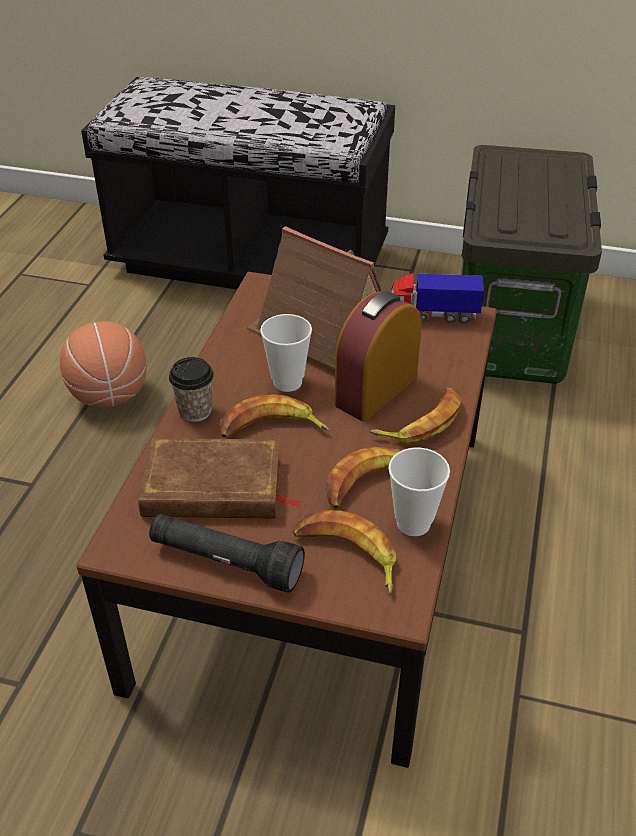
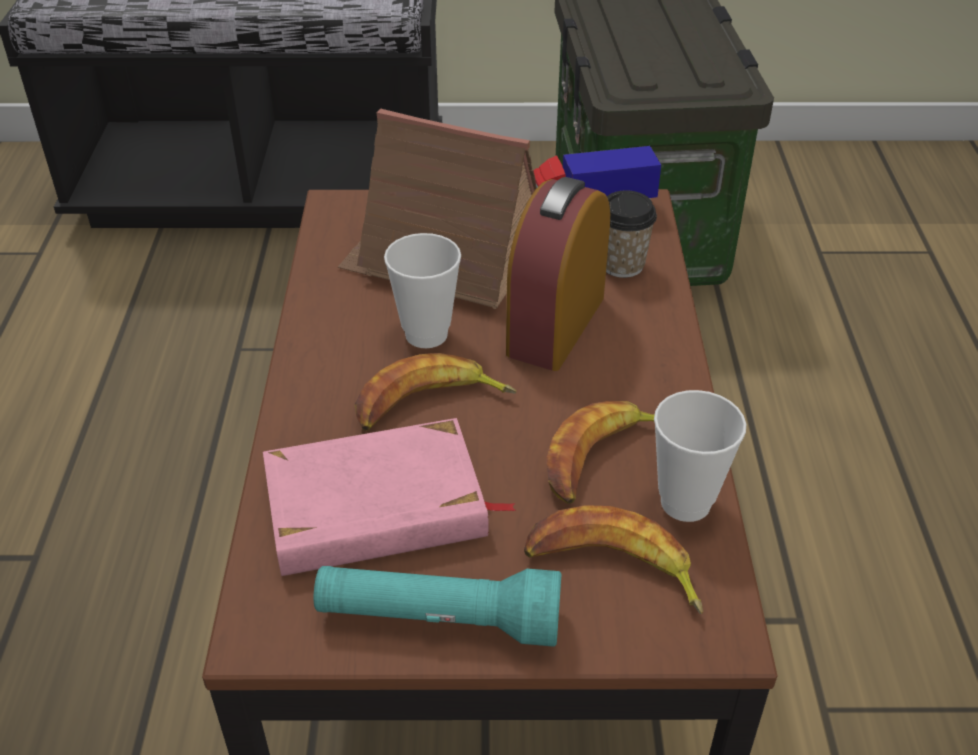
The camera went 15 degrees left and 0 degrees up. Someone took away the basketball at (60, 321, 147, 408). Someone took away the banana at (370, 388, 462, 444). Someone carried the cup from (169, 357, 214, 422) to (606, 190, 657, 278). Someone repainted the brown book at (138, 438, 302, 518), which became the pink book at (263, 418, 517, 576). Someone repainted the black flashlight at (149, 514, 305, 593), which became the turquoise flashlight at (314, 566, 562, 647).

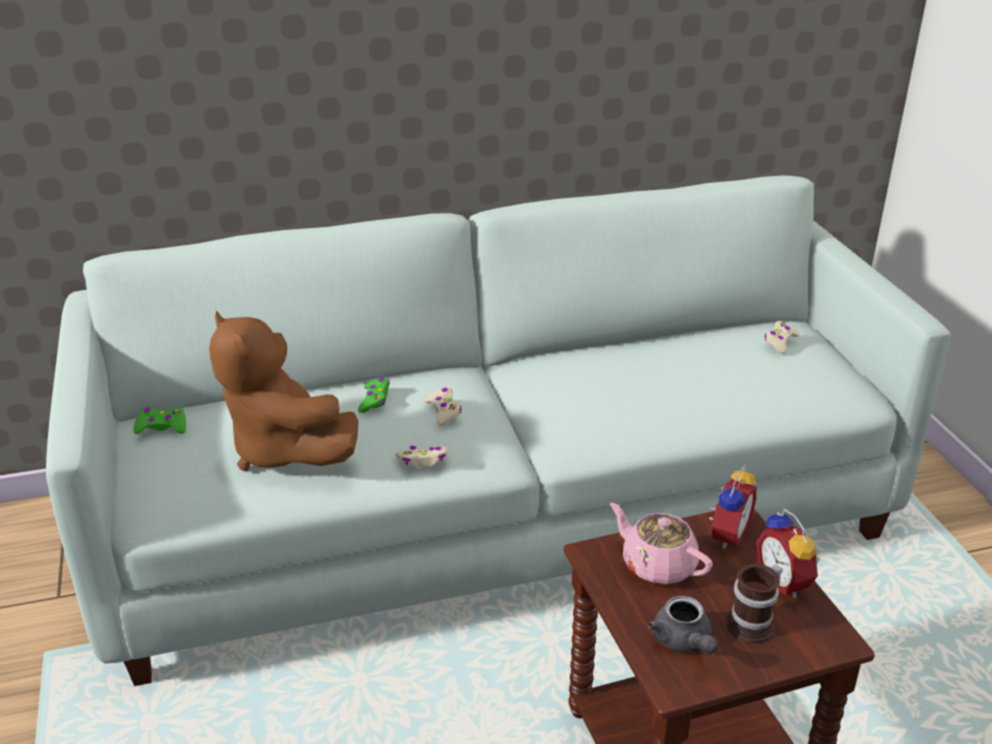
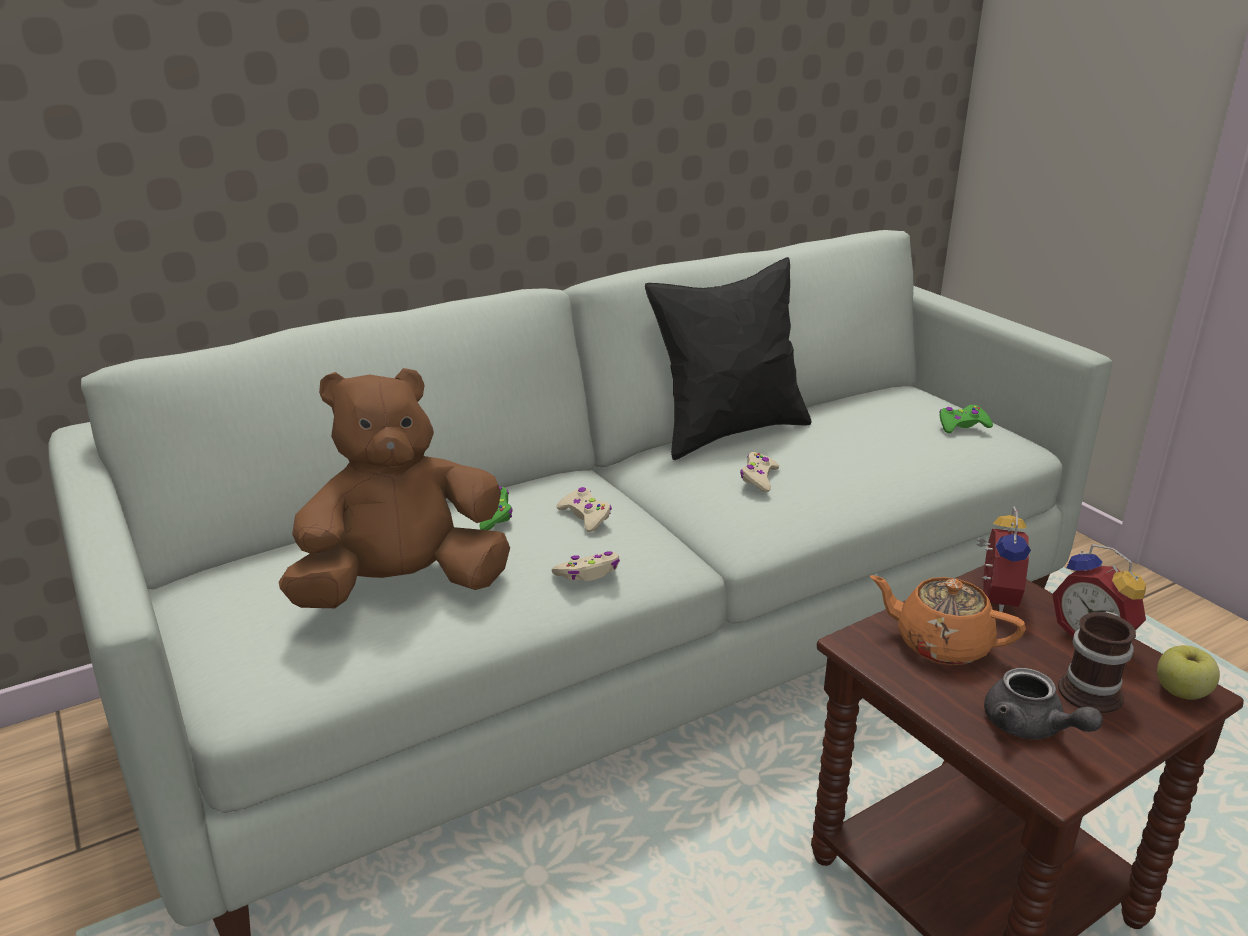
The camera went 15 degrees left and 5 degrees down. Someone put down the black pillow at (645, 257, 812, 460). Someone put down the apple at (1157, 645, 1220, 700). Someone carried the green game controller from (133, 408, 186, 434) to (940, 405, 993, 433). Someone carried the beige game controller from (764, 321, 799, 354) to (740, 452, 779, 492). Someone repainted the pink teapot at (610, 503, 713, 585), which became the orange teapot at (870, 575, 1026, 665). Someone rotated the brown plush toy at (209, 311, 359, 471) by 120 degrees clockwise.

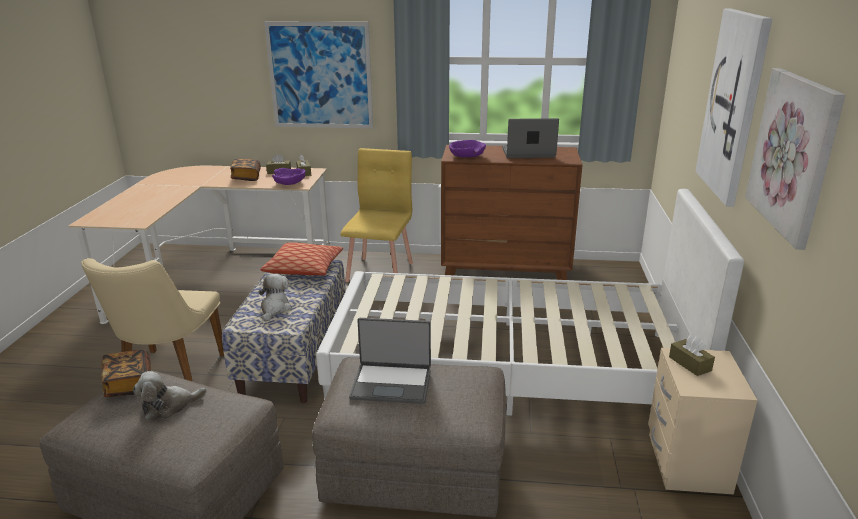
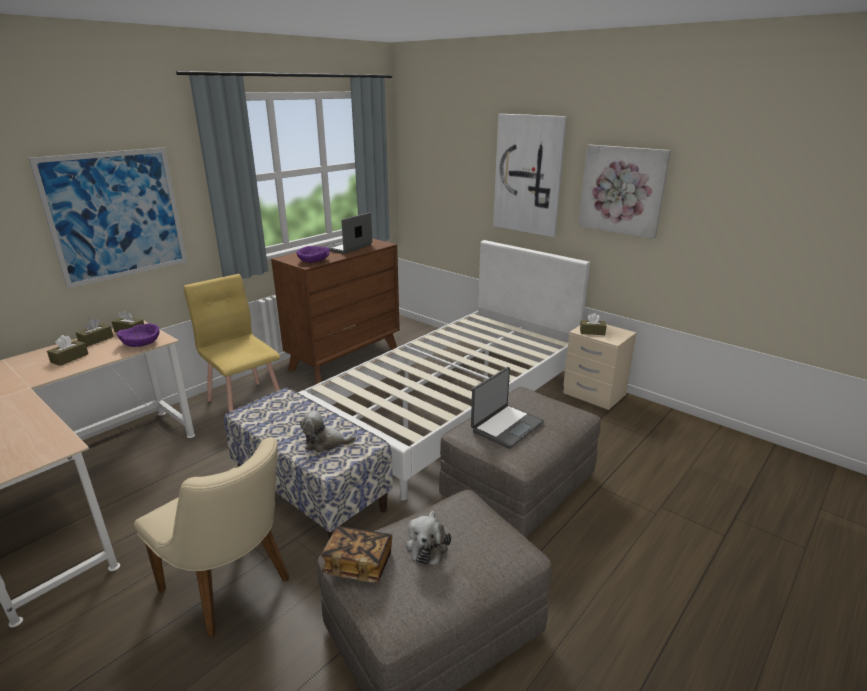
The camera went 55 degrees left and 0 degrees up. Someone took away the pillow at (260, 242, 343, 275). Someone swapped the book at (230, 159, 261, 181) for the brown tissue box at (47, 335, 88, 366). Someone rotated the plush toy at (259, 274, 292, 322) by 45 degrees counterclockwise.

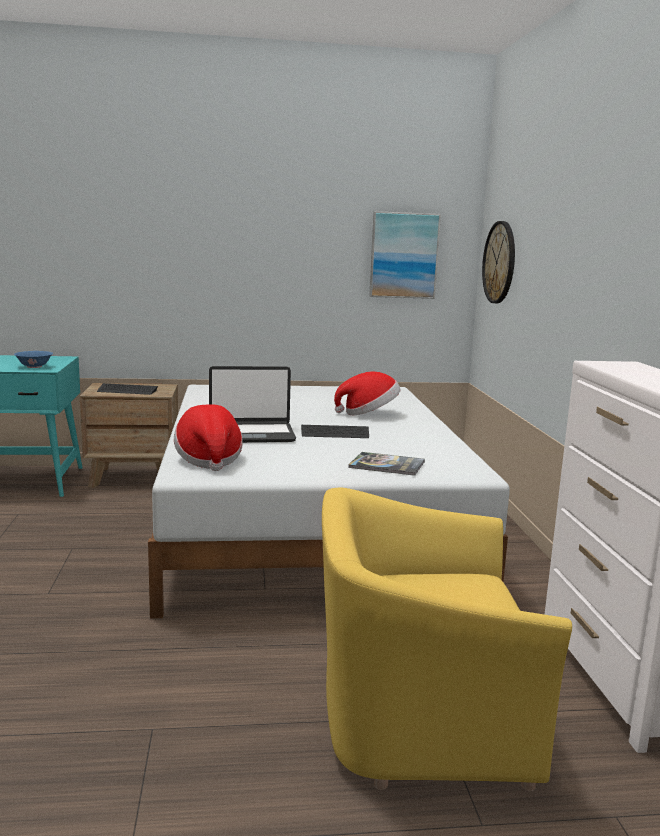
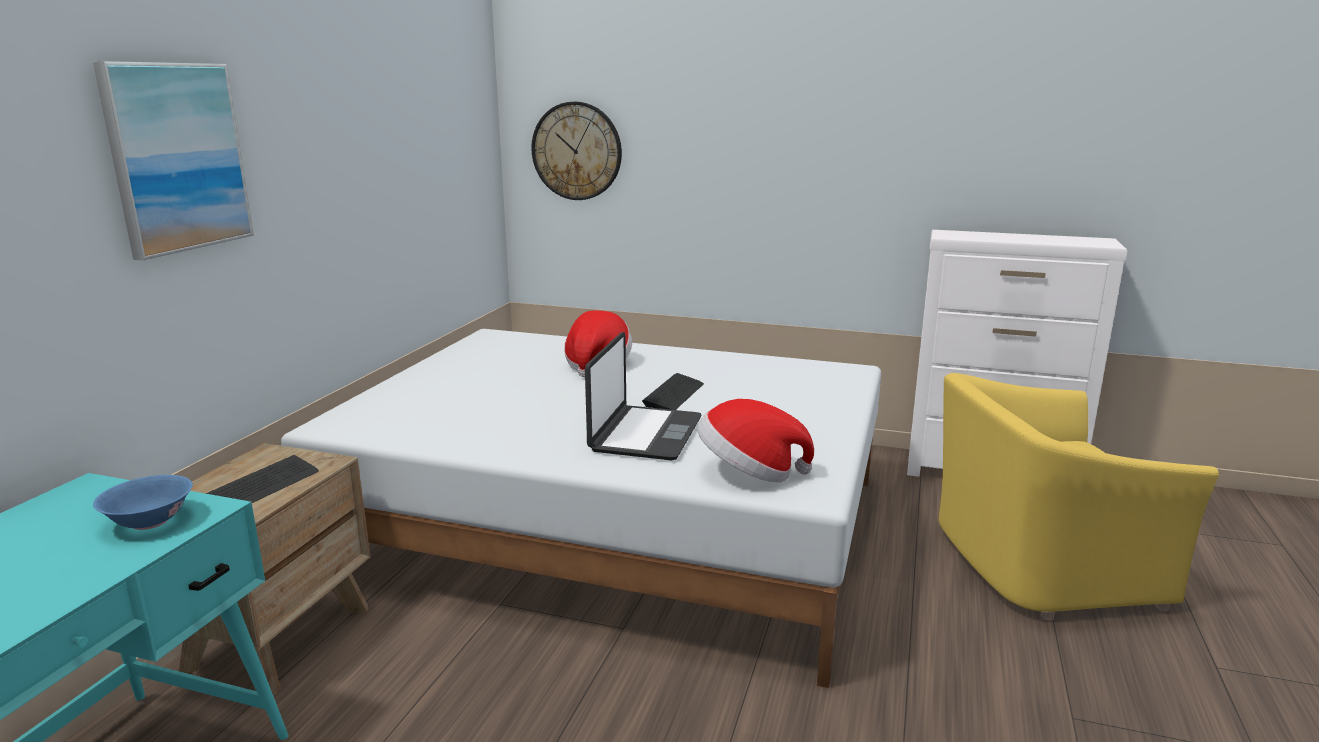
The camera went 65 degrees left and 5 degrees up. Someone took away the book at (349, 452, 425, 476). Someone carried the picture from (369, 211, 441, 299) to (93, 61, 254, 260). Someone rotated the yellow armchair at (322, 488, 572, 791) by 60 degrees clockwise.

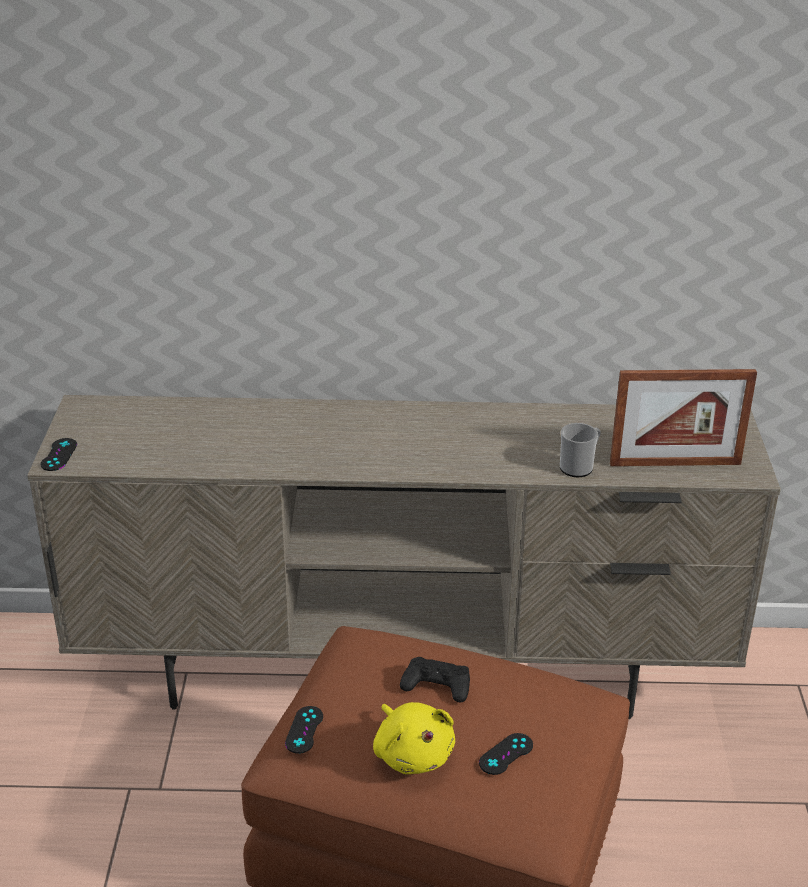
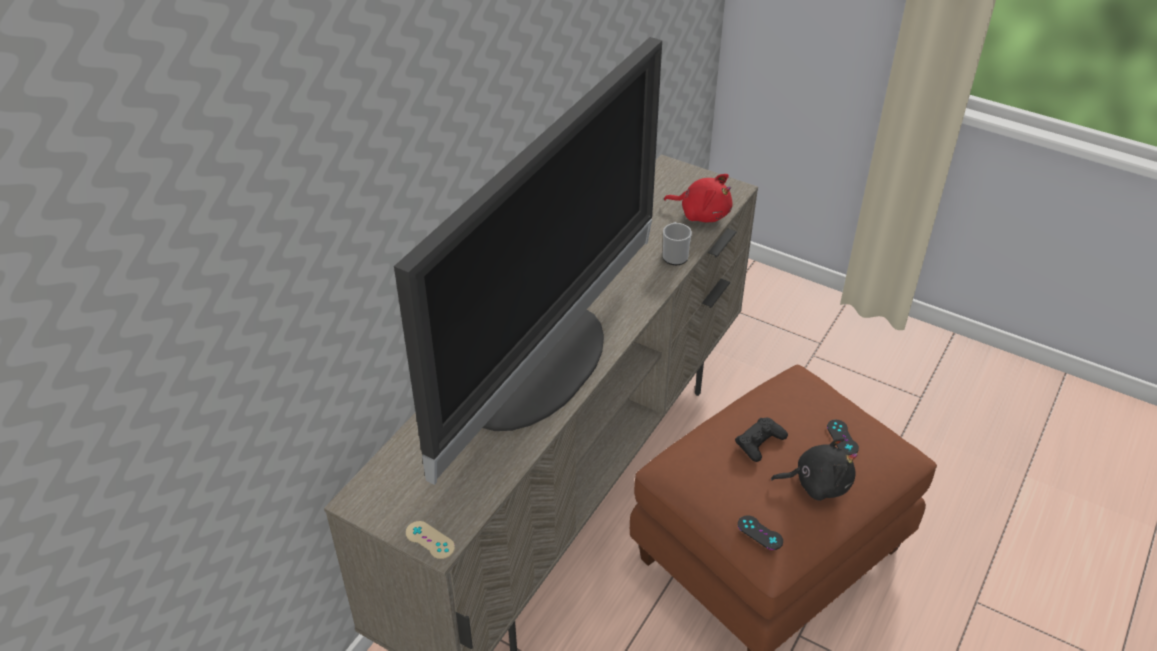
The camera went 60 degrees left and 10 degrees up. Someone put down the television at (394, 37, 662, 485). Someone swapped the picture frame at (610, 369, 757, 466) for the red plush toy at (664, 174, 732, 222). Someone repainted the black game controller at (41, 438, 77, 471), which became the beige game controller at (406, 521, 455, 559). Someone repainted the yellow plush toy at (373, 702, 455, 774), which became the black plush toy at (771, 437, 858, 501).

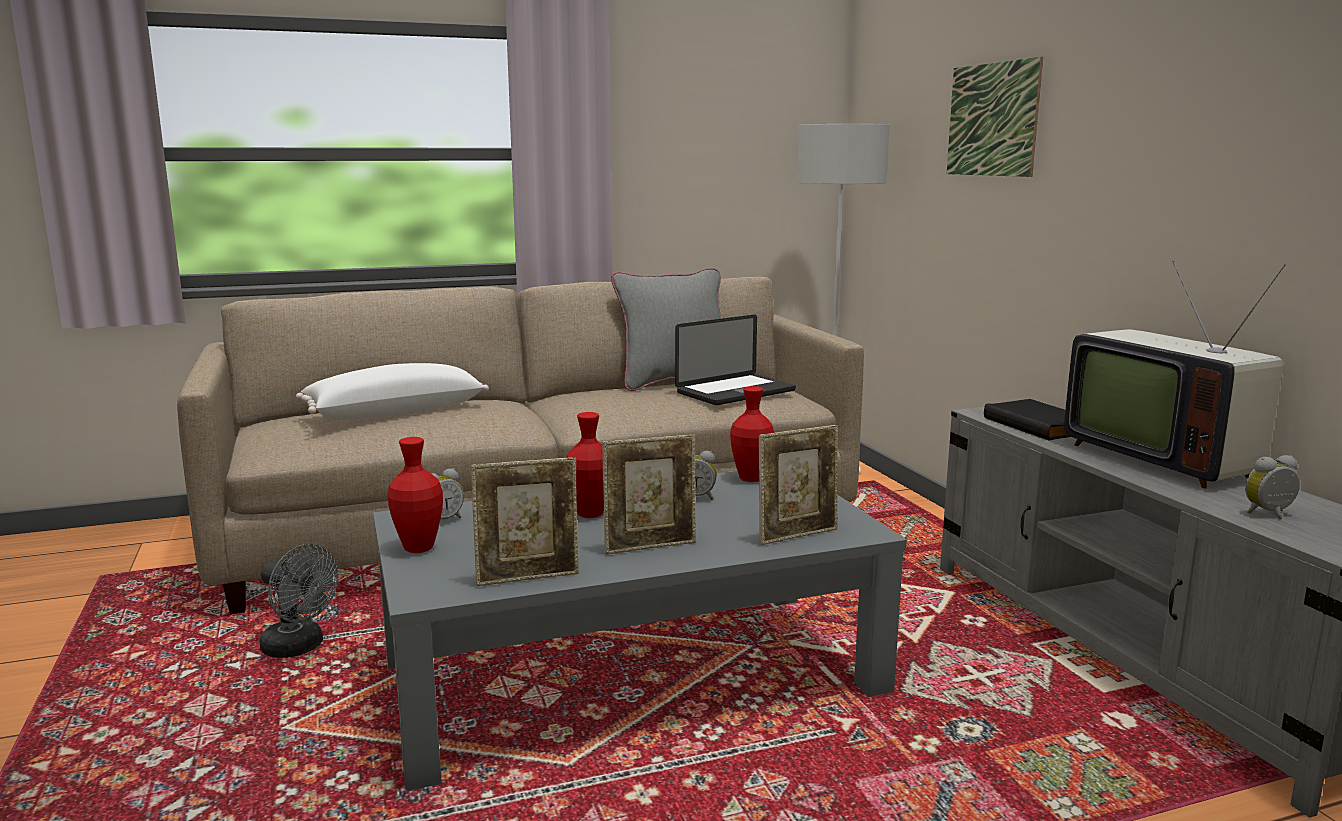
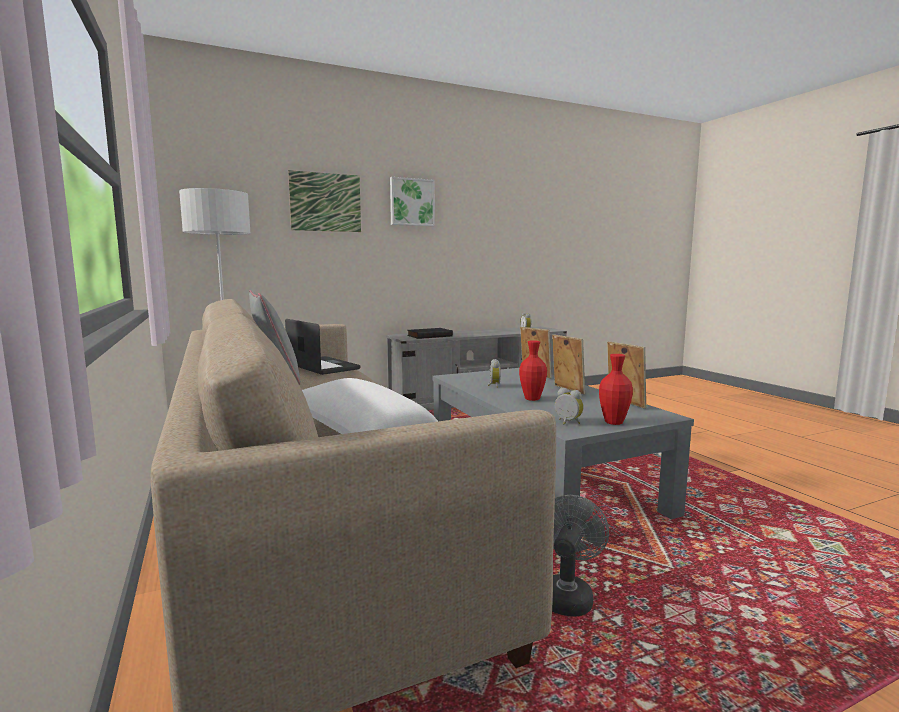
The camera went 95 degrees left and 5 degrees down. Someone took away the red vase at (730, 386, 774, 482). Someone took away the television at (1064, 260, 1286, 488). Someone put up the picture at (390, 177, 435, 226).

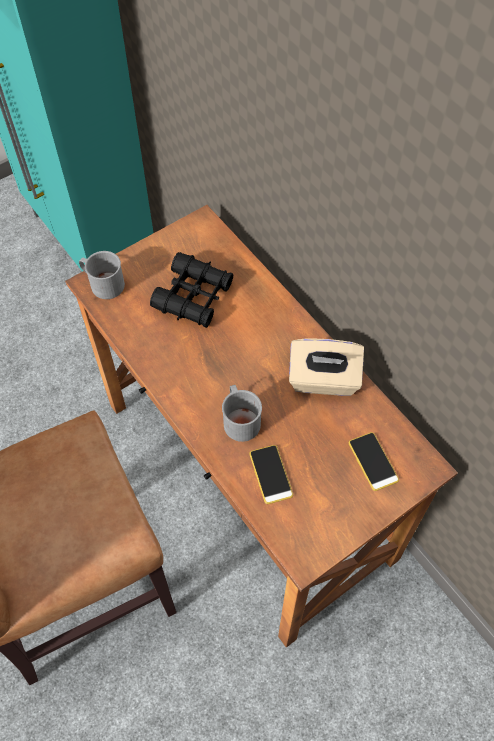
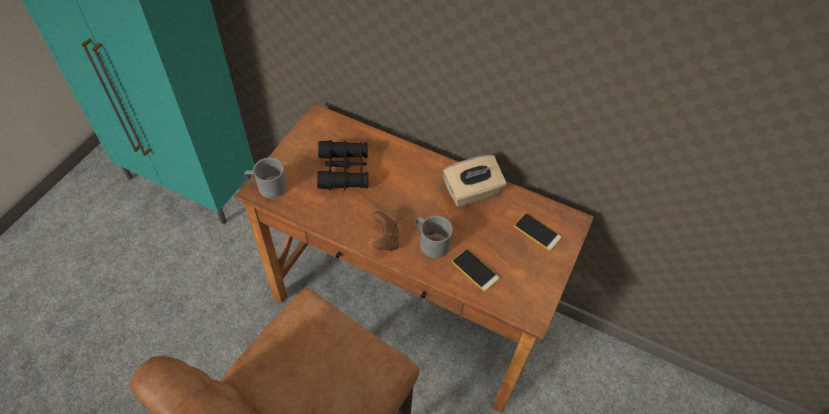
The camera went 30 degrees left and 5 degrees down. Someone put down the brown game controller at (371, 211, 399, 251).

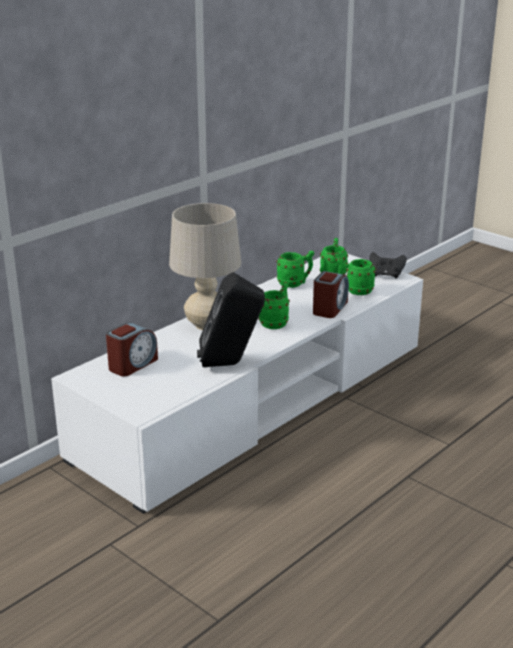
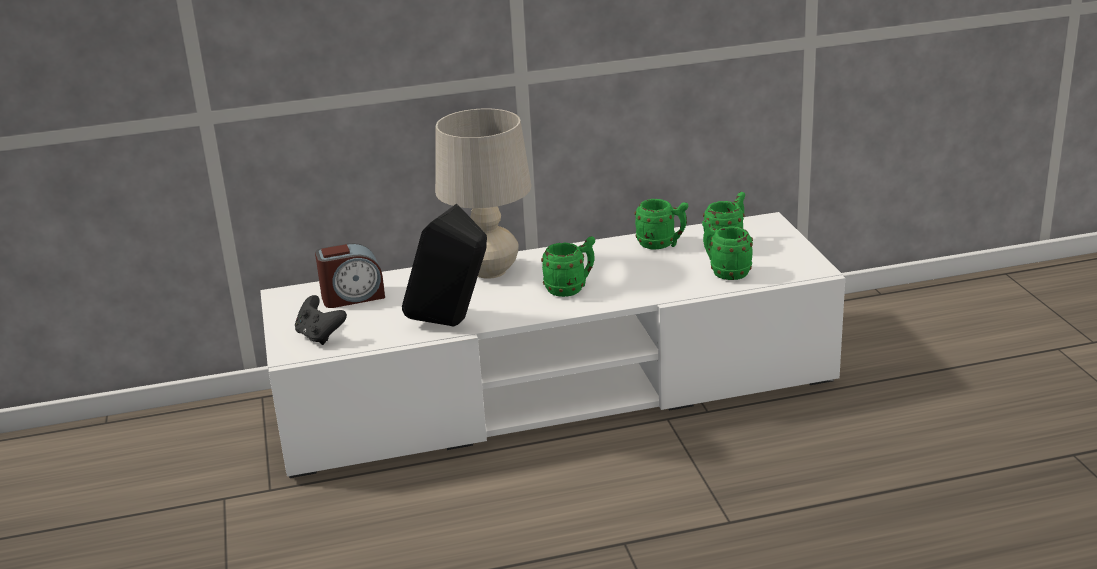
The camera went 35 degrees right and 0 degrees up. Someone took away the alarm clock at (313, 271, 349, 318). Someone carried the black game controller from (369, 252, 407, 279) to (295, 295, 347, 345).

